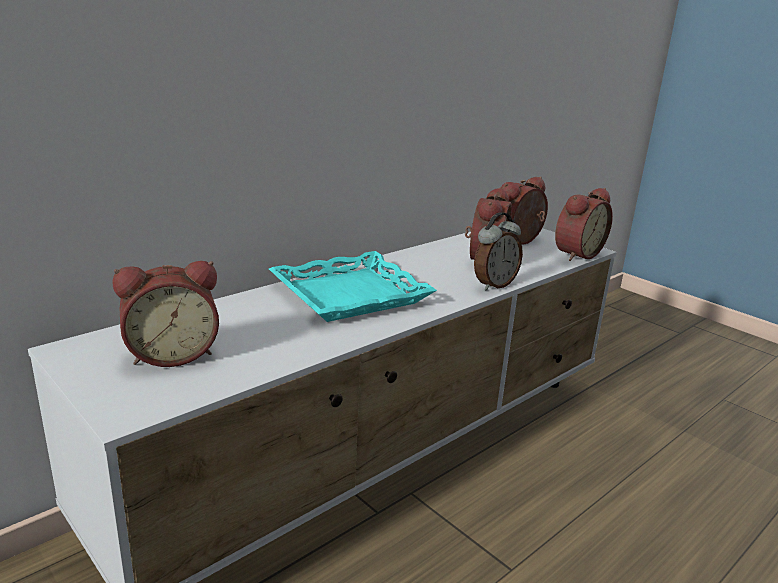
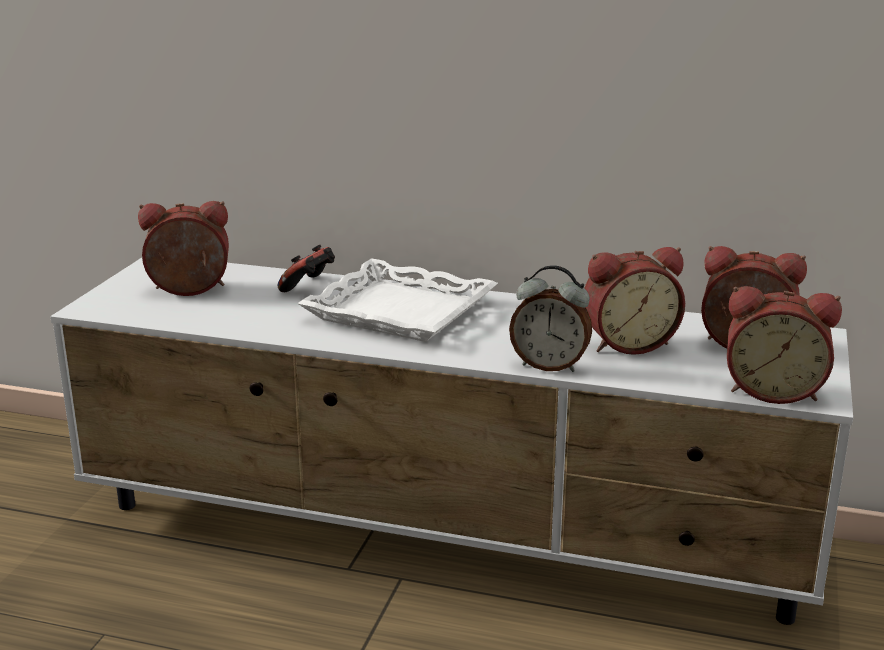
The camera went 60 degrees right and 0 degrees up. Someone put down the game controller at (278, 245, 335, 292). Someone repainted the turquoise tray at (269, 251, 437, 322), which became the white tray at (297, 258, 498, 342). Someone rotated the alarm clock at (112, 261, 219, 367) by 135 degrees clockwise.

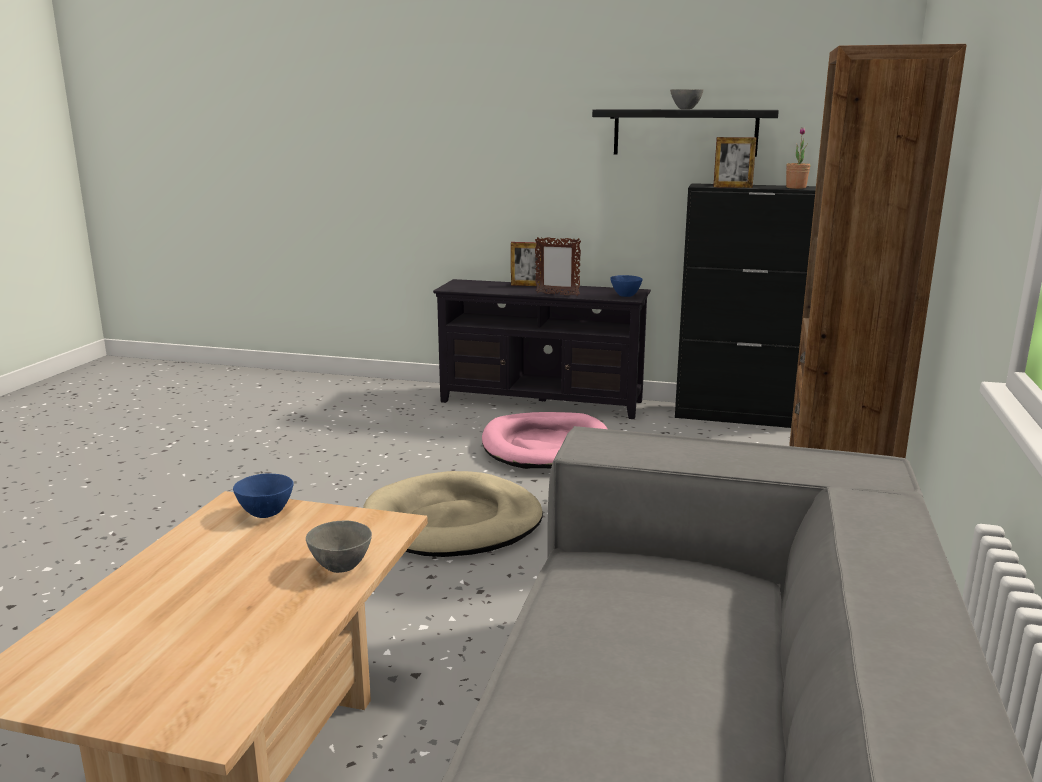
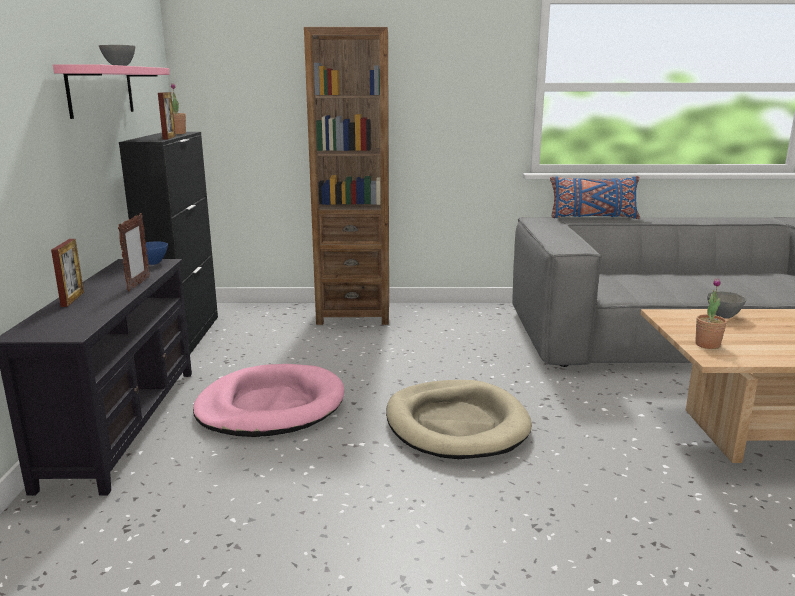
The camera went 105 degrees left and 0 degrees up. Someone put down the blue pillow at (550, 176, 640, 219). Someone swapped the blue bowl at (233, 473, 294, 518) for the potted plant at (695, 278, 727, 349). Someone repainted the black shelf at (592, 109, 779, 157), which became the pink shelf at (53, 64, 170, 119).

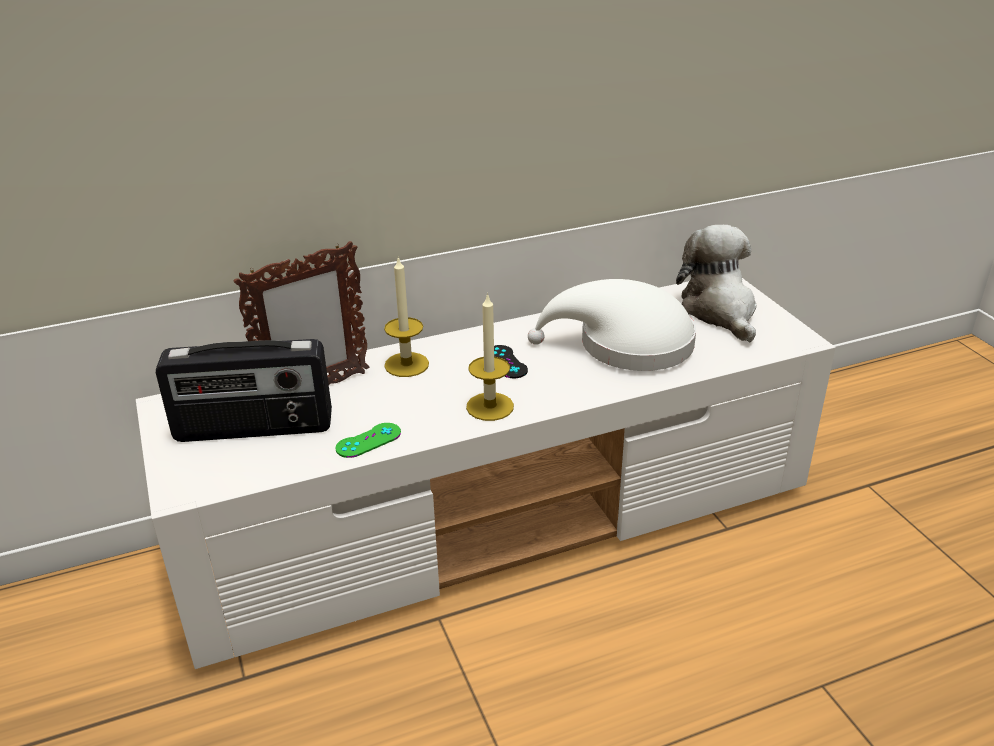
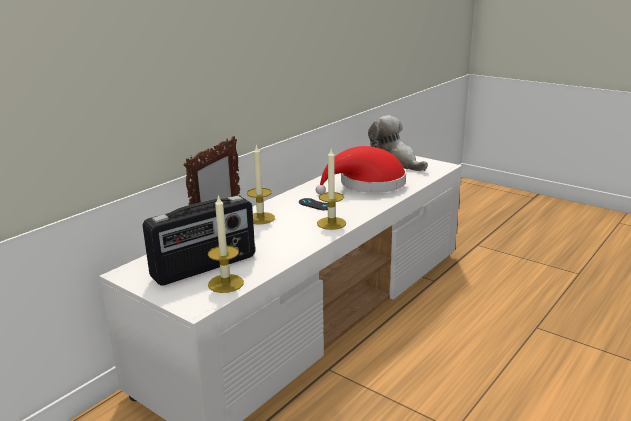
The camera went 30 degrees left and 10 degrees down. Someone took away the green game controller at (335, 423, 401, 458). Someone put down the candle at (208, 194, 244, 293). Someone repainted the white hat at (528, 279, 696, 371), which became the red hat at (316, 146, 406, 195).

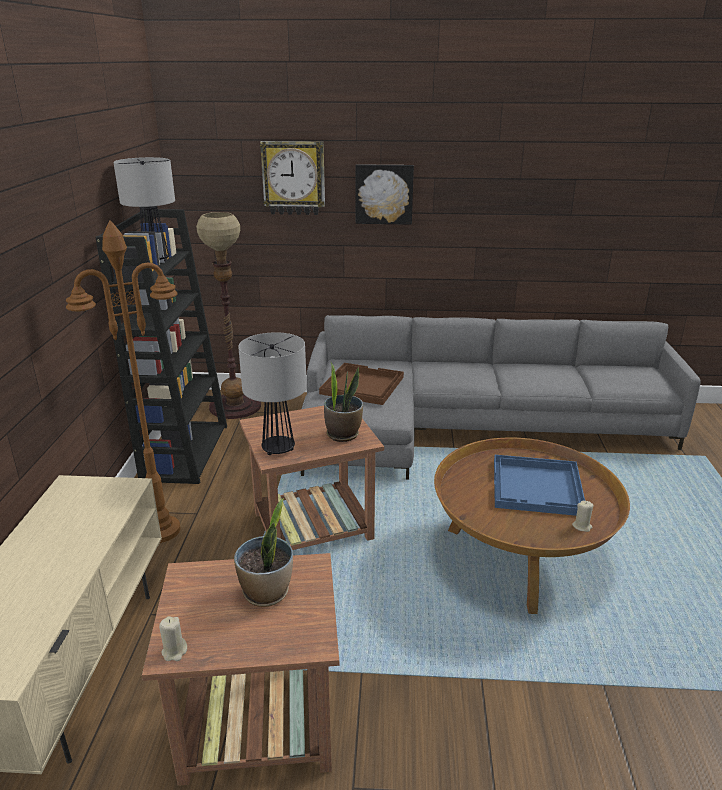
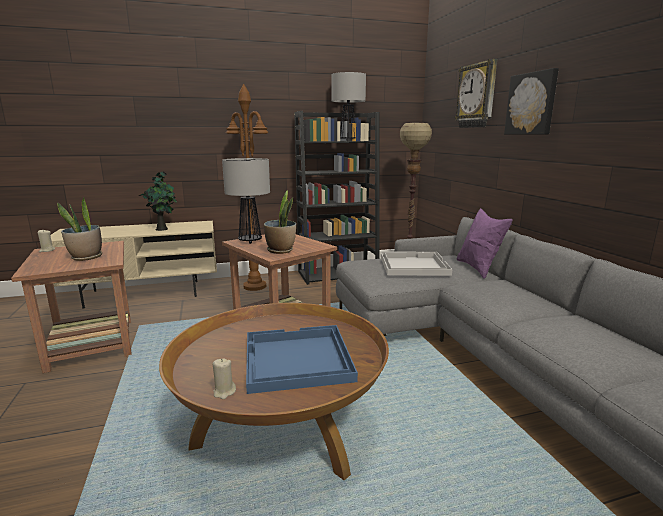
The camera went 70 degrees right and 10 degrees down. Someone put down the potted plant at (139, 171, 177, 231). Someone put down the purple pillow at (457, 208, 513, 279). Someone repainted the brown tray at (319, 363, 404, 405), which became the white tray at (381, 252, 452, 275).

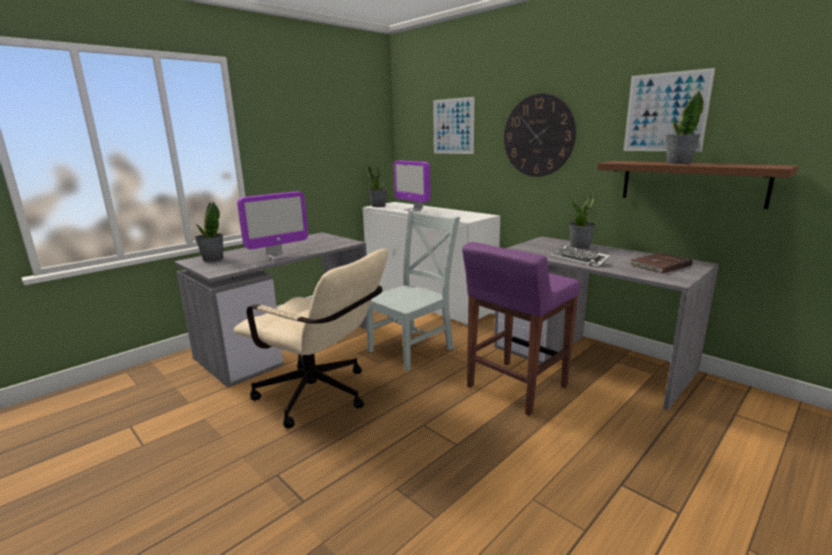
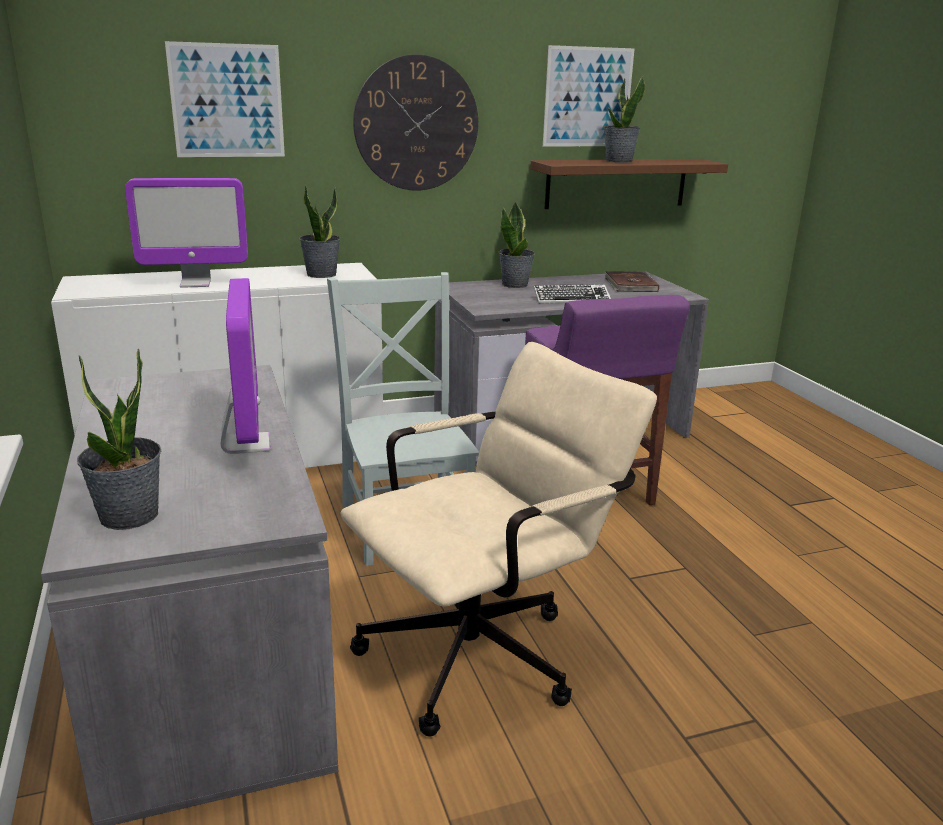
The camera went 65 degrees left and 5 degrees up. Someone carried the potted plant from (367, 164, 387, 207) to (299, 185, 341, 278).

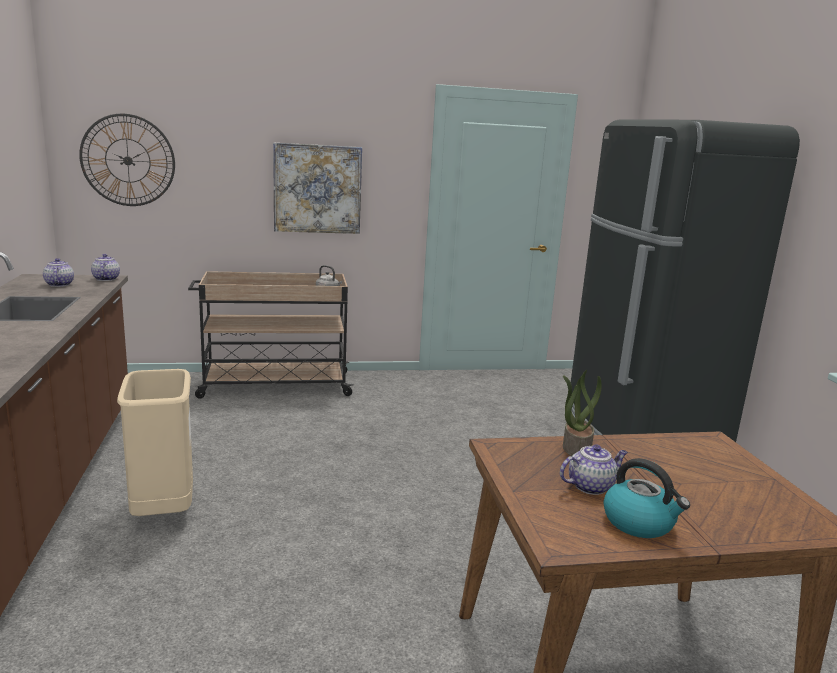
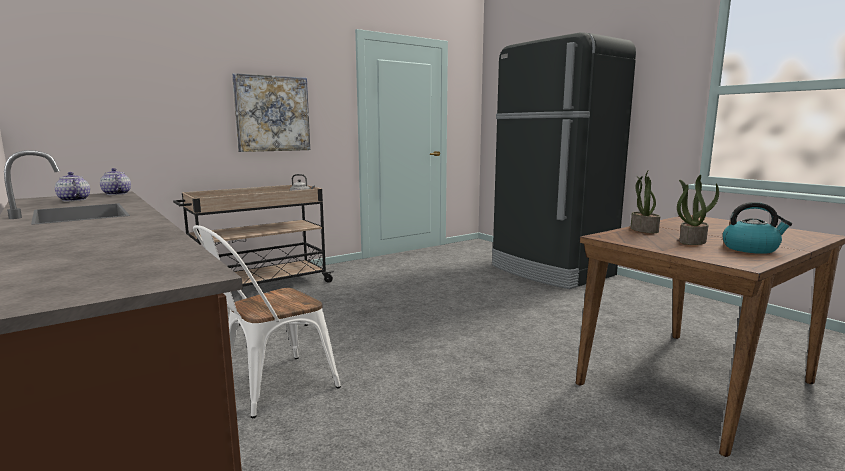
The camera went 25 degrees left and 5 degrees down. Someone took away the wall clock at (79, 114, 175, 206). Someone swapped the beige trash can at (117, 369, 193, 516) for the white chair at (193, 225, 341, 418). Someone swapped the teapot at (560, 444, 628, 495) for the potted plant at (677, 175, 719, 245).

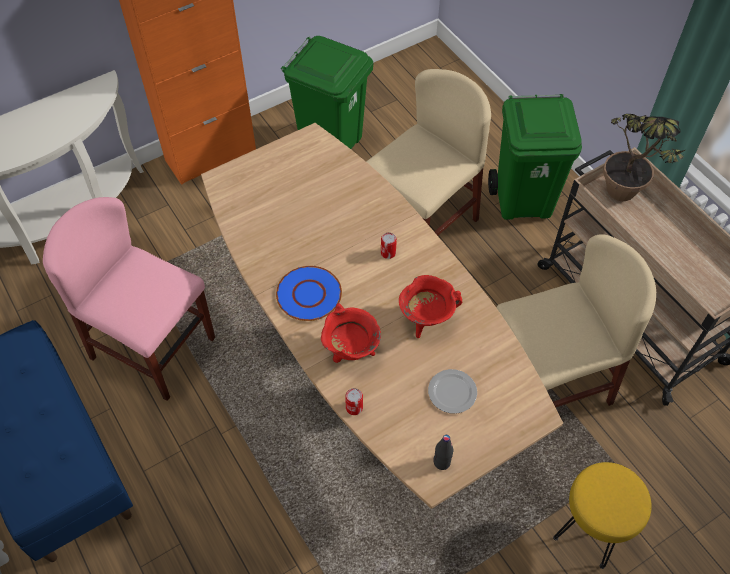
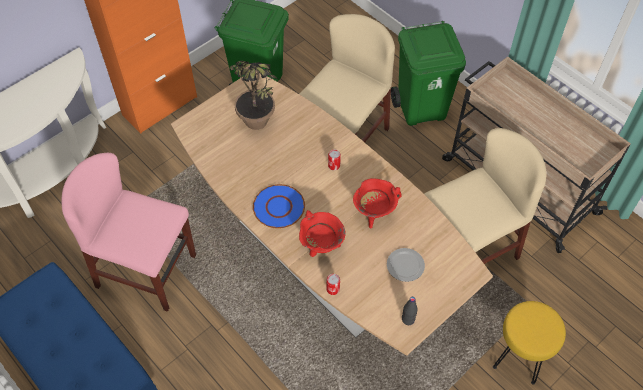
The camera went 10 degrees left and 0 degrees up. Someone carried the potted plant from (603, 114, 685, 201) to (230, 61, 277, 130).

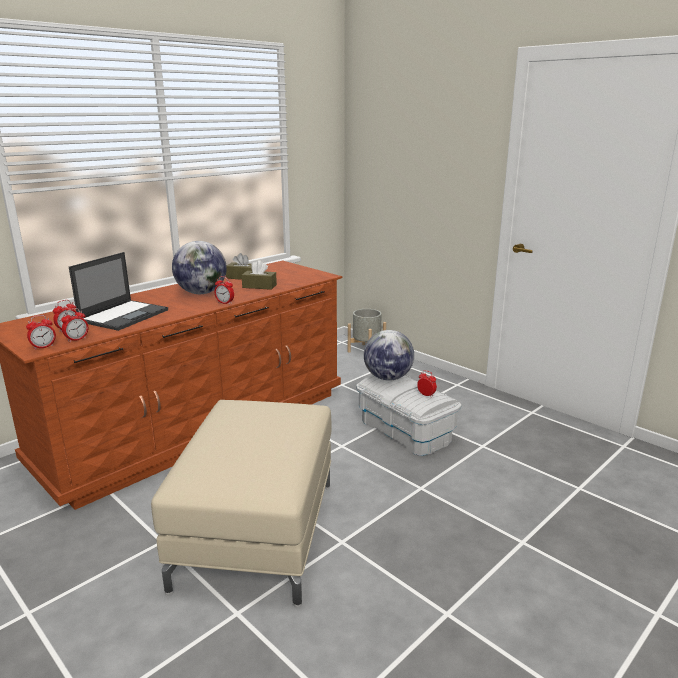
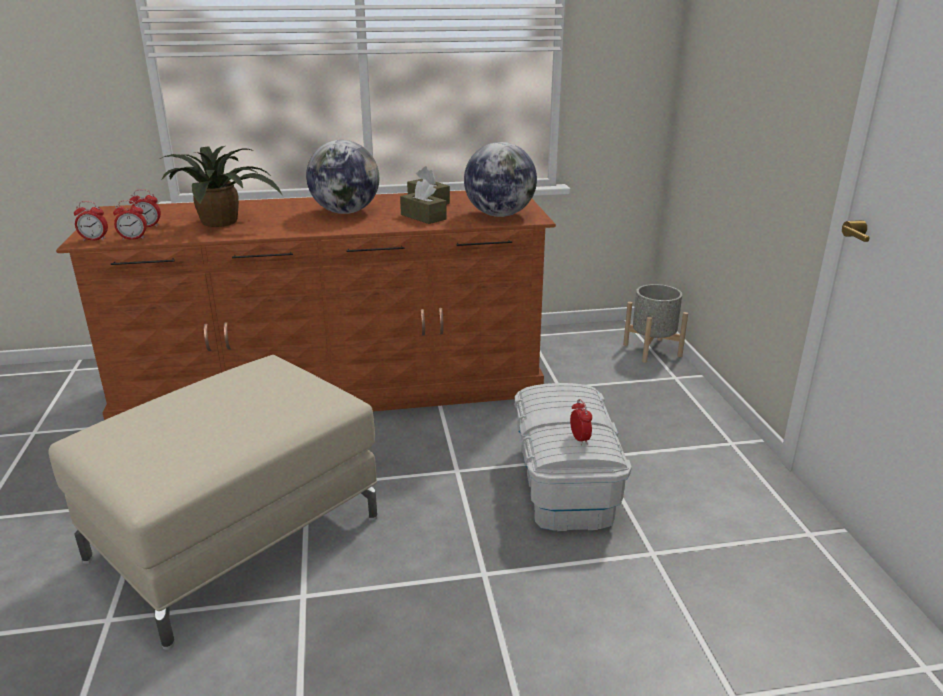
The camera went 35 degrees right and 5 degrees up. Someone took away the alarm clock at (215, 276, 234, 305). Someone carried the globe from (364, 330, 414, 381) to (464, 142, 537, 217). Someone swapped the laptop at (69, 252, 168, 331) for the potted plant at (160, 146, 282, 227).

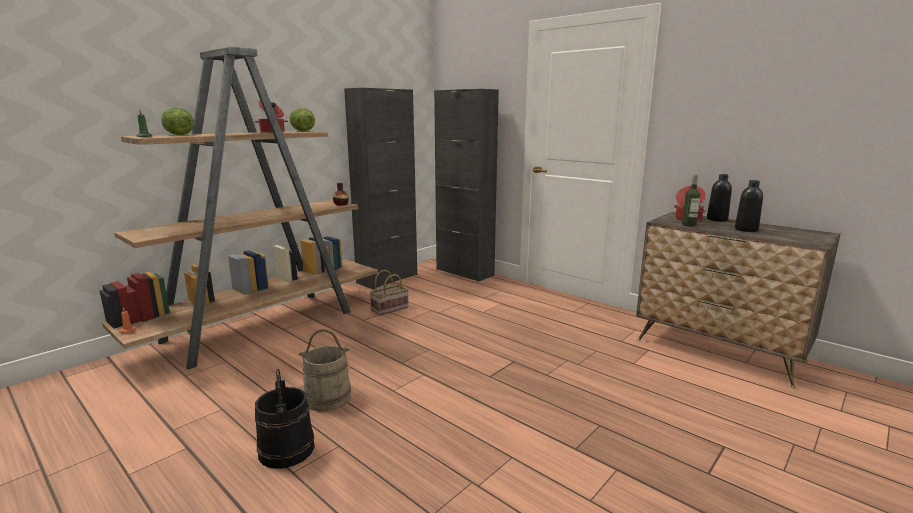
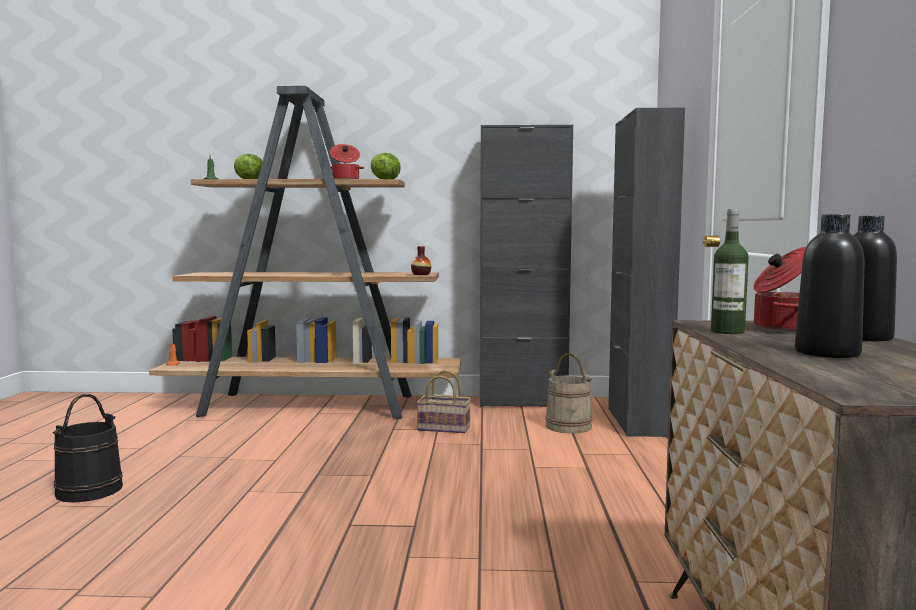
The camera went 50 degrees right and 10 degrees down. Someone carried the beige bucket from (298, 329, 351, 412) to (545, 353, 592, 434).

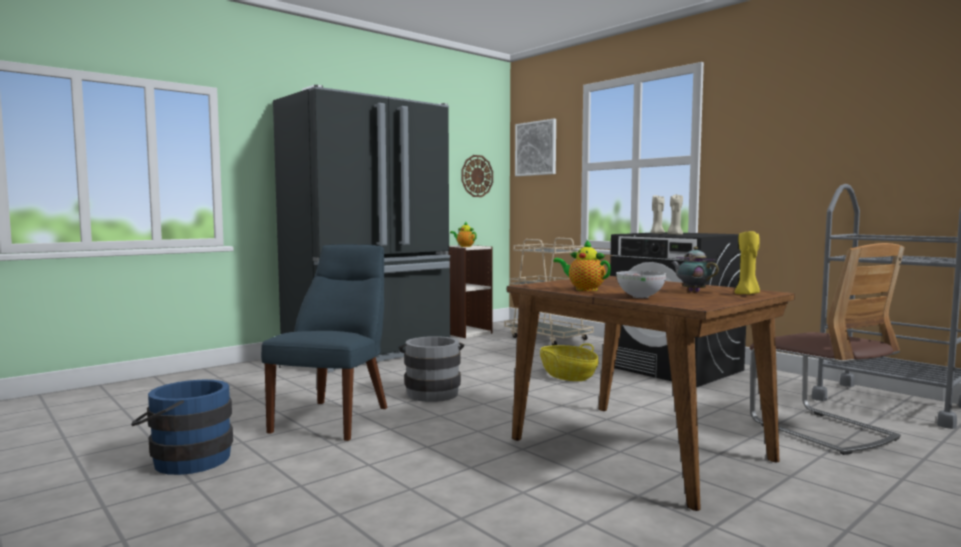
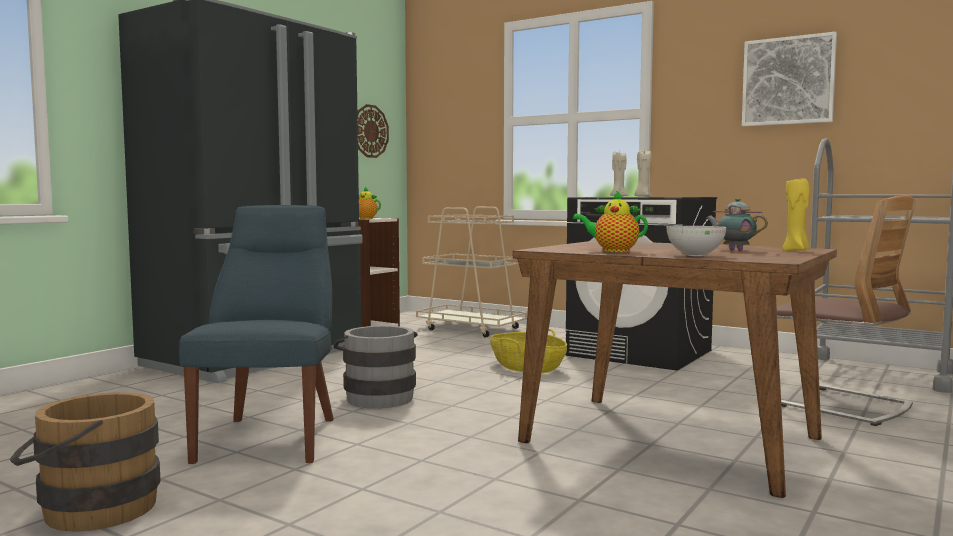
The camera went 15 degrees left and 0 degrees up. Someone carried the picture from (515, 119, 556, 176) to (742, 32, 837, 126). Someone repainted the blue bucket at (131, 380, 233, 475), which became the brown bucket at (10, 392, 161, 532).

